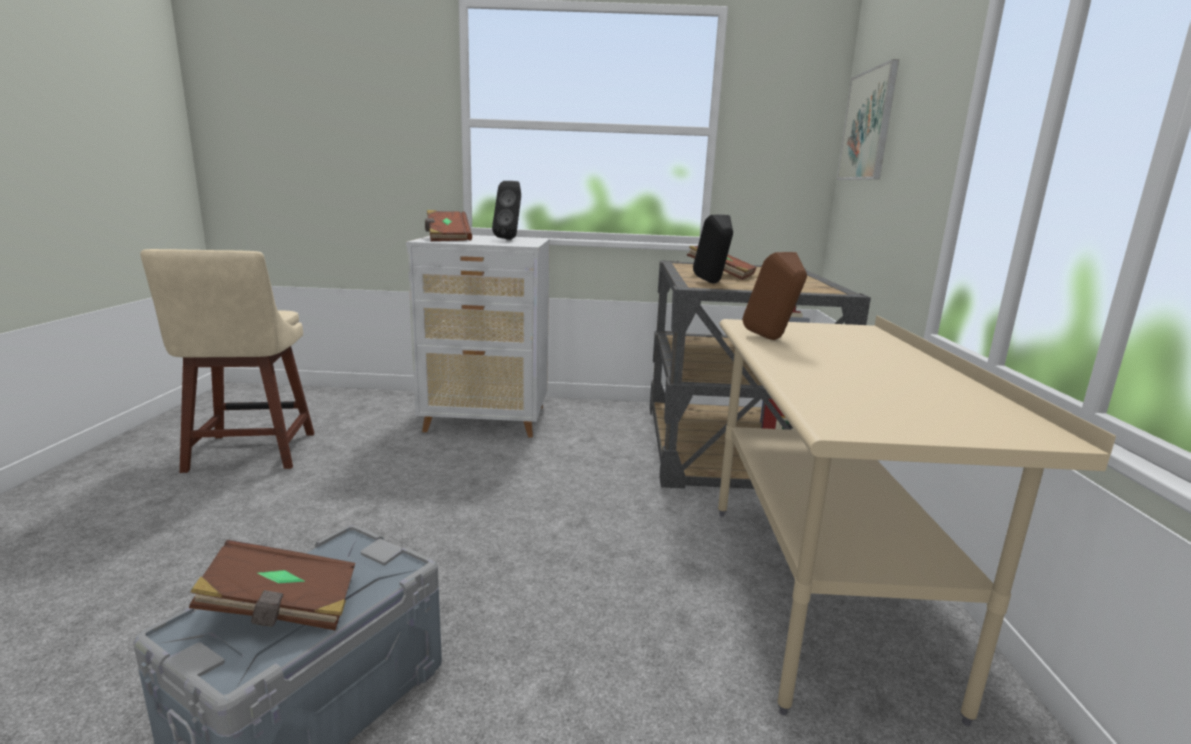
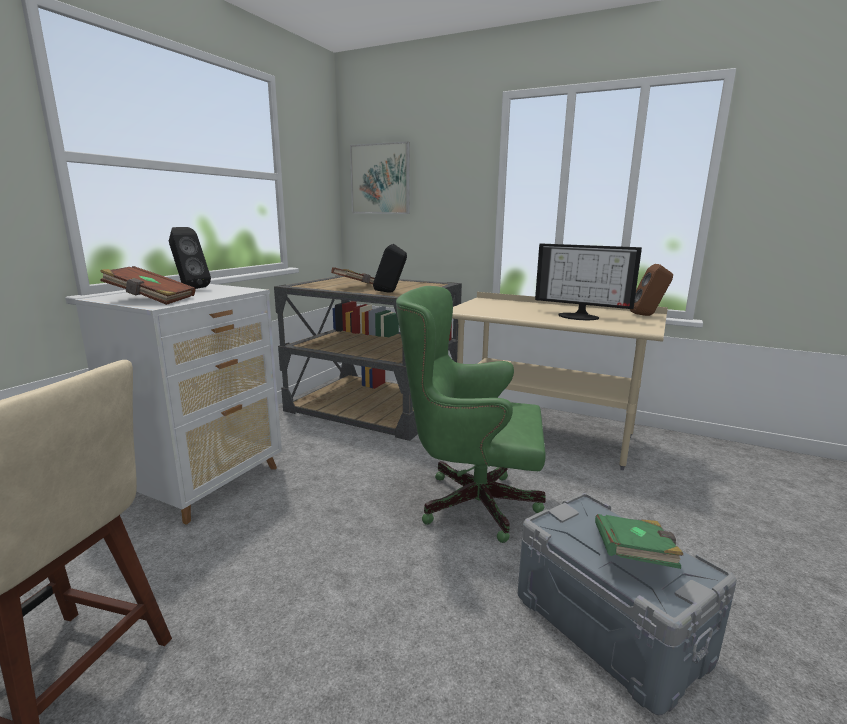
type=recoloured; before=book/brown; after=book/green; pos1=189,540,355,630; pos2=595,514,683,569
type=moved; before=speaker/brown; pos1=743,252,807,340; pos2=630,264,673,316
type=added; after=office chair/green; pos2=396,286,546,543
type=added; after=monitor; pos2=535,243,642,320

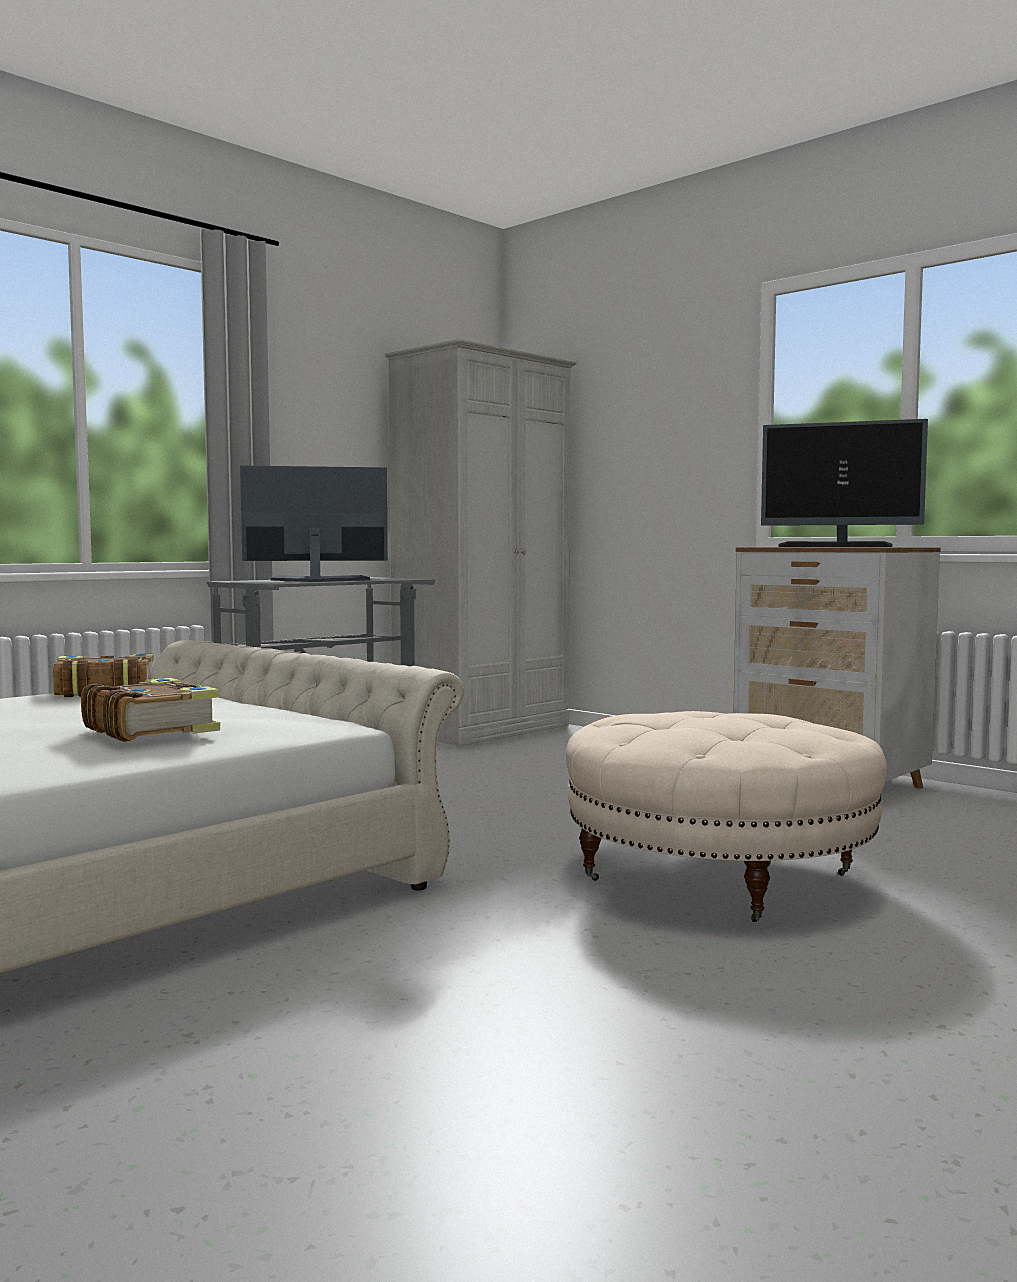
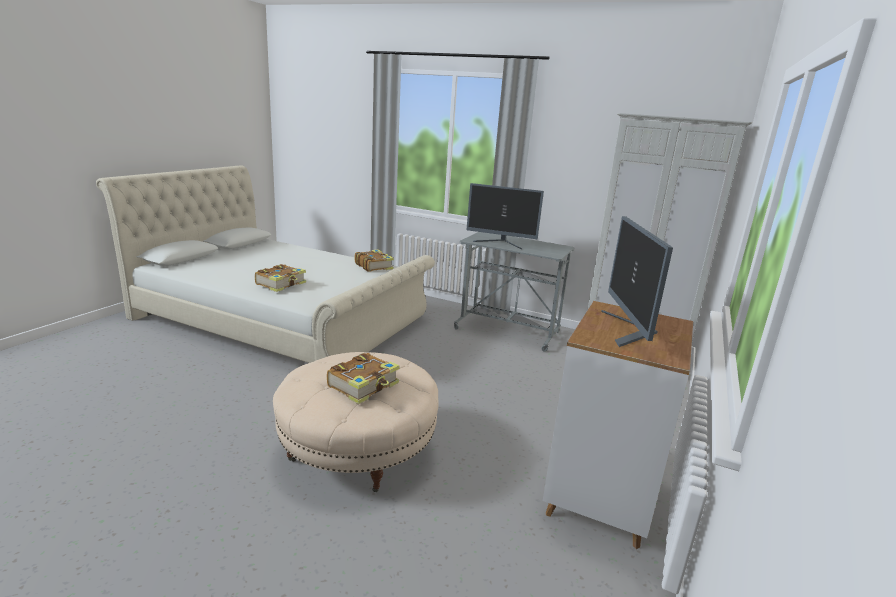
type=turned; before=monitor; pos1=240,465,388,582; pos2=467,183,544,250; turn=135
type=added; after=book; pos2=327,353,400,404

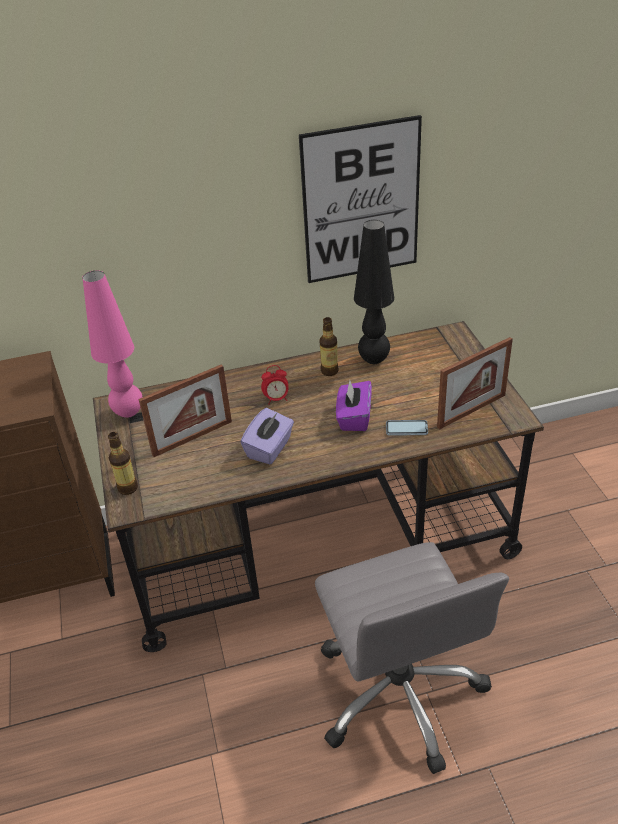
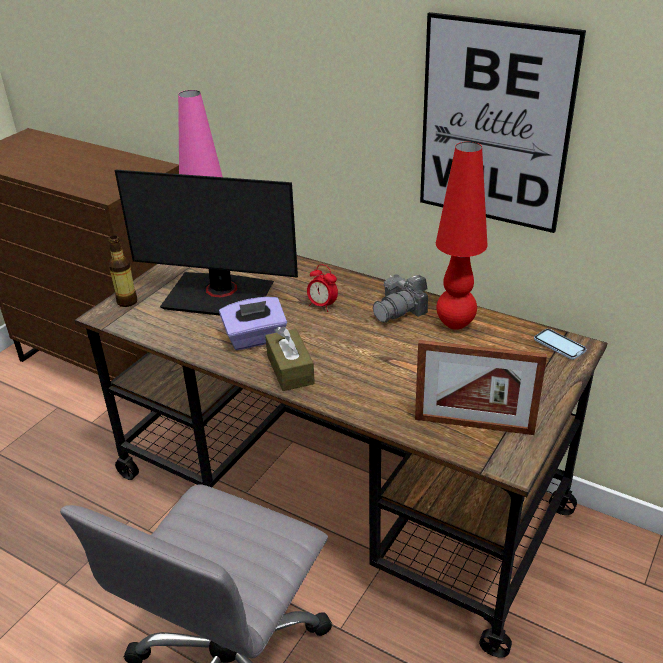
type=replaced; before=picture frame; after=monitor; pos1=138,364,232,457; pos2=115,169,298,315
type=replaced; before=bottle; after=photo camera; pos1=319,317,339,376; pos2=373,274,428,323
type=removed; before=tissue box/purple; pos1=336,379,372,431
type=recoloured; before=table lamp/black; after=table lamp/red; pos1=354,220,394,364; pos2=436,142,488,330
type=moved; before=phone; pos1=386,420,428,436; pos2=534,329,586,360
type=added; after=tissue box/brown; pos2=265,327,315,391

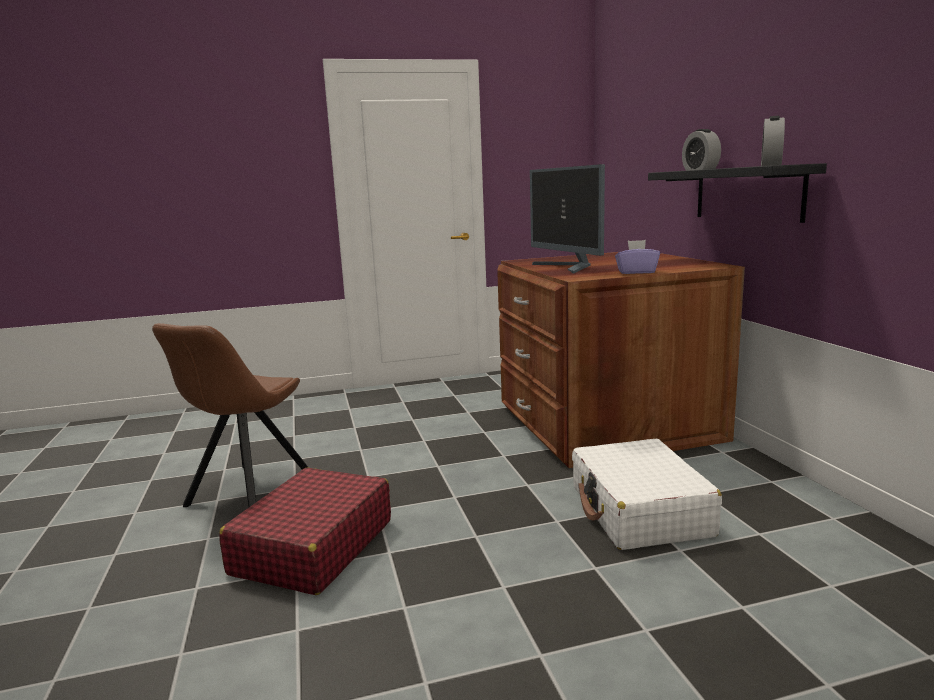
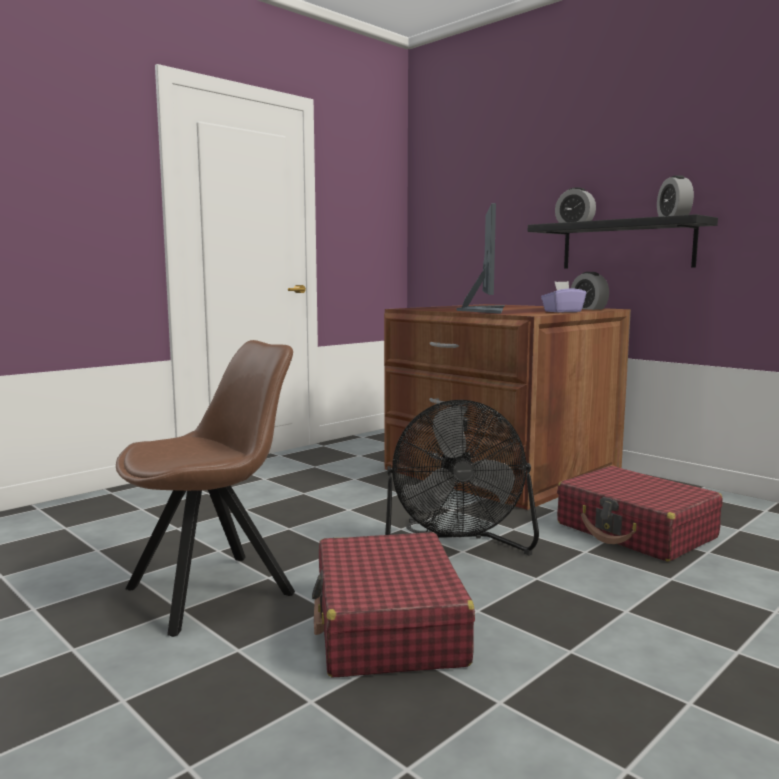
type=turned; before=chair/brown; pos1=152,323,309,507; pos2=116,340,295,637; turn=-120
type=turned; before=monitor; pos1=530,164,605,274; pos2=456,203,505,314; turn=-120
type=recoloured; before=suitcase/white; after=suitcase/red; pos1=572,439,722,550; pos2=557,466,723,562
type=added; after=fan/black; pos2=385,400,539,556
type=added; after=alarm clock; pos2=571,272,609,310

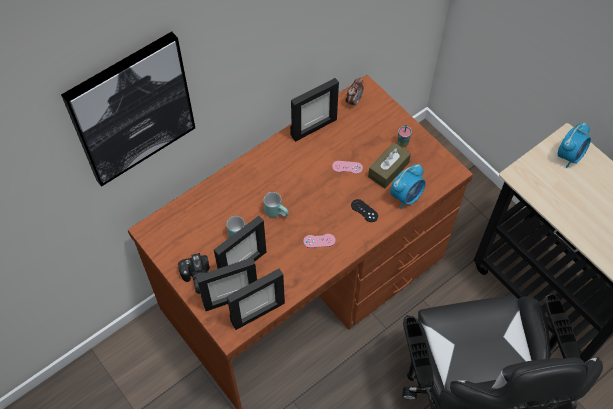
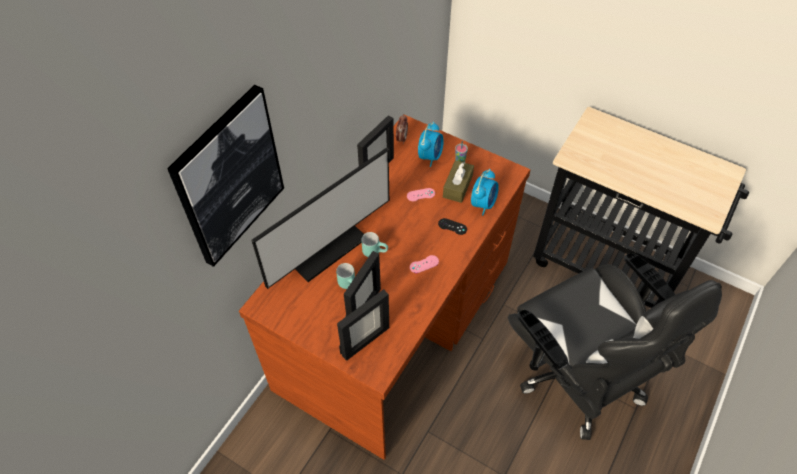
type=removed; before=photo camera; pos1=178,253,210,294
type=removed; before=picture frame; pos1=227,268,285,330
type=moved; before=alarm clock; pos1=558,122,591,168; pos2=418,122,444,167
type=added; after=monitor; pos2=251,148,389,289

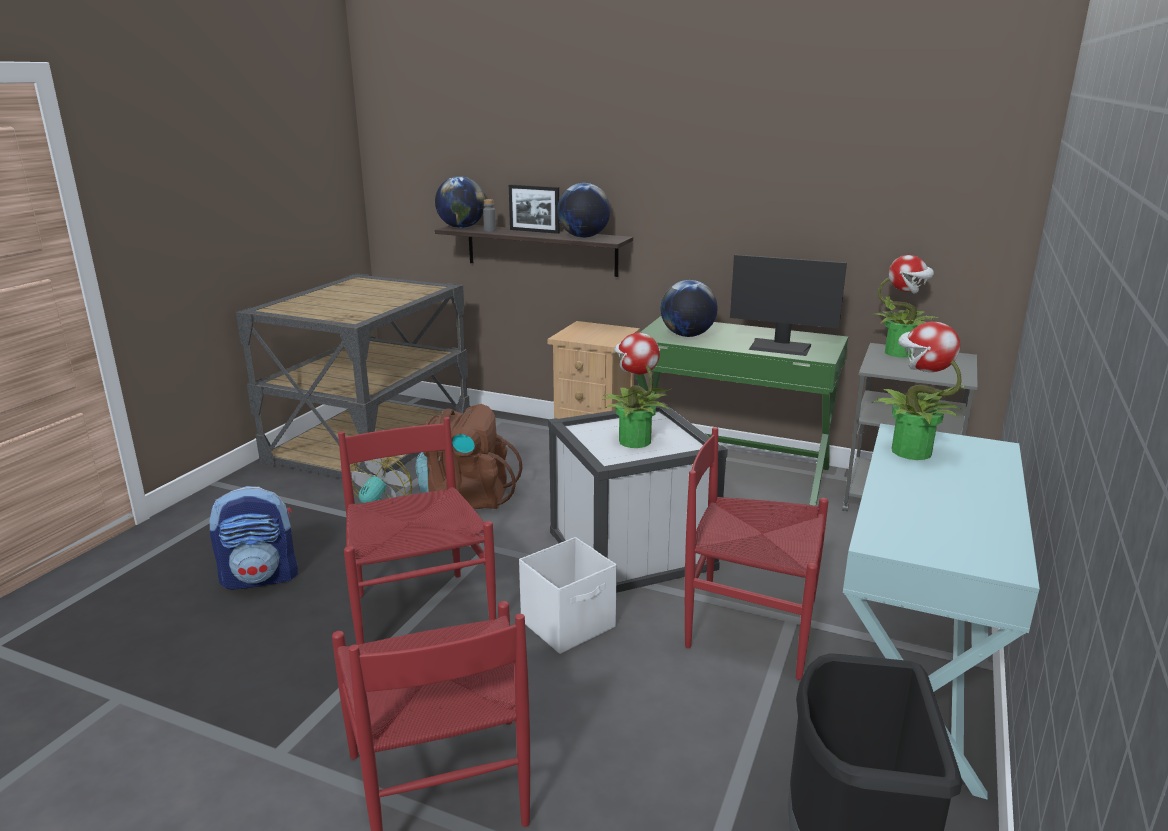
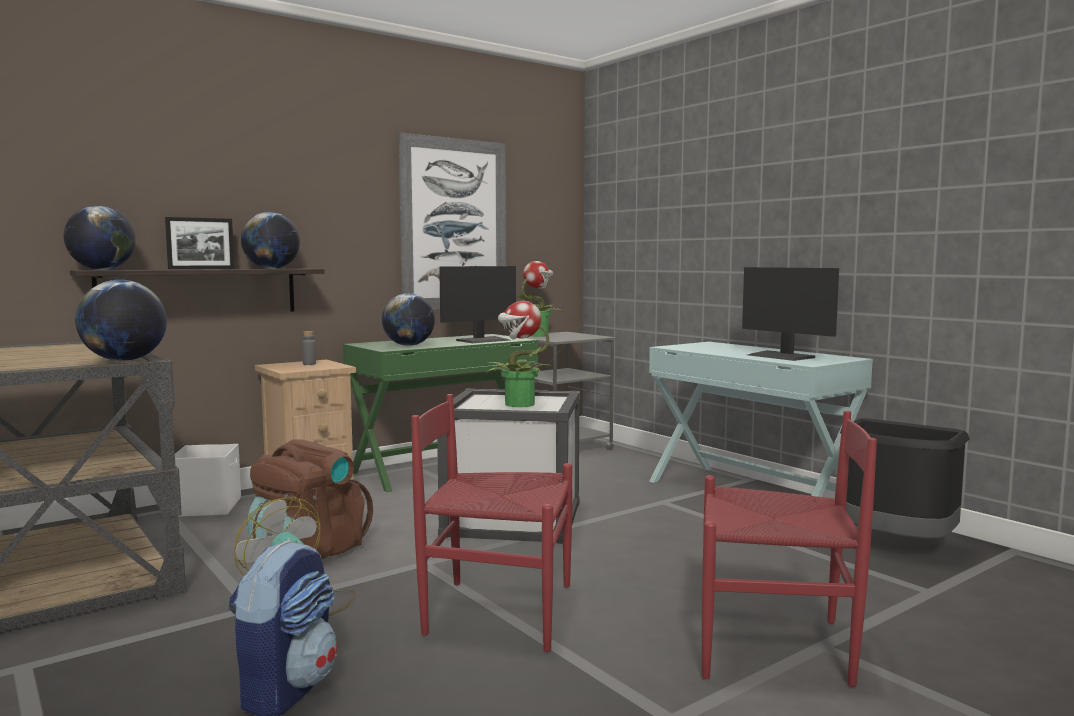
type=moved; before=bottle/grey; pos1=483,199,496,232; pos2=302,331,316,365
type=moved; before=storage box/white; pos1=519,537,617,654; pos2=175,444,241,517
type=removed; before=chair/red; pos1=685,427,829,680
type=removed; before=potted plant; pos1=871,322,964,460
type=added; after=globe; pos2=75,280,167,361
type=added; after=picture; pos2=398,133,506,310
type=added; after=monitor; pos2=742,267,839,361

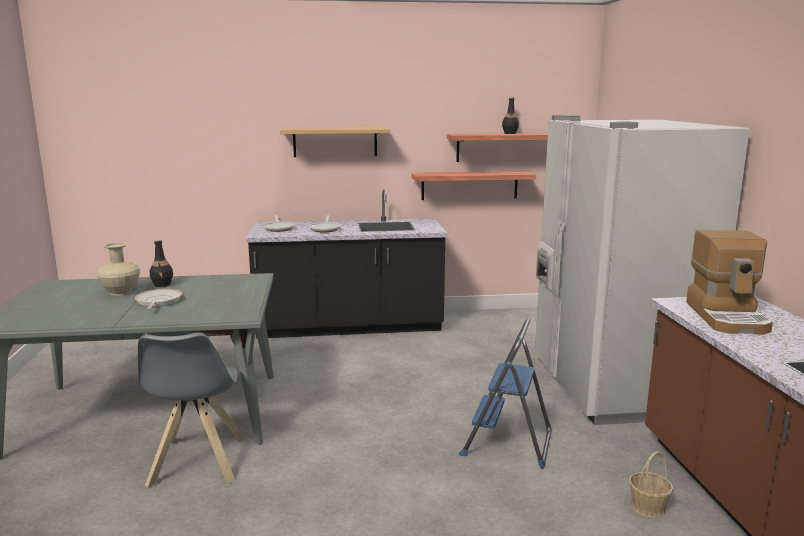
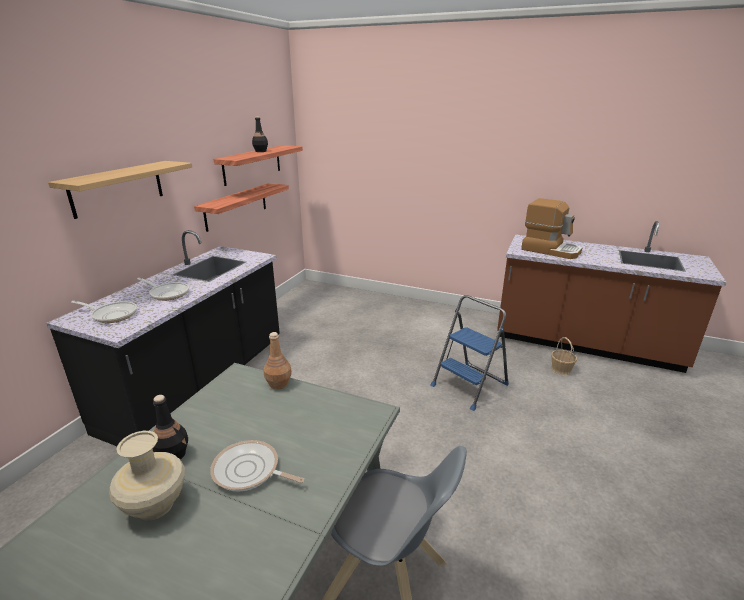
type=removed; before=fridge/white; pos1=535,115,750,425
type=added; after=bottle/brown; pos2=263,332,292,389

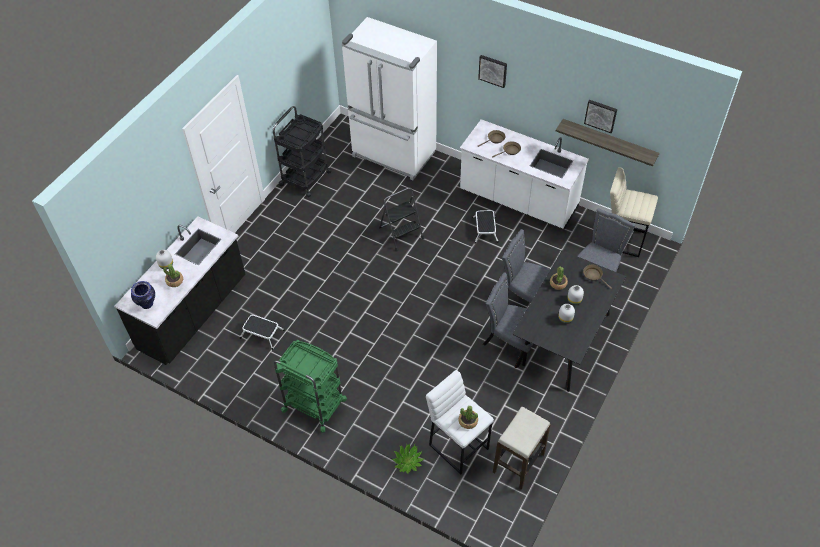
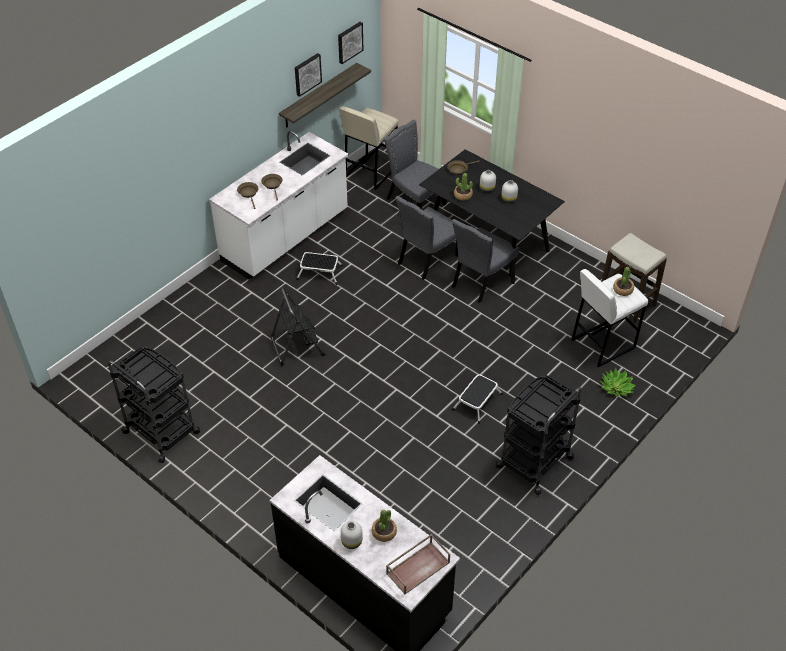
type=replaced; before=vase; after=tray/brown; pos1=131,281,155,309; pos2=386,534,450,594
type=moved; before=step ladder/black; pos1=240,315,285,350; pos2=452,374,503,424
type=recoloured; before=cart/green; after=cart/black; pos1=274,340,347,433; pos2=496,375,582,495
type=removed; before=fridge/white; pos1=342,17,437,181
type=moved; before=picture; pos1=478,55,507,88; pos2=338,22,364,64

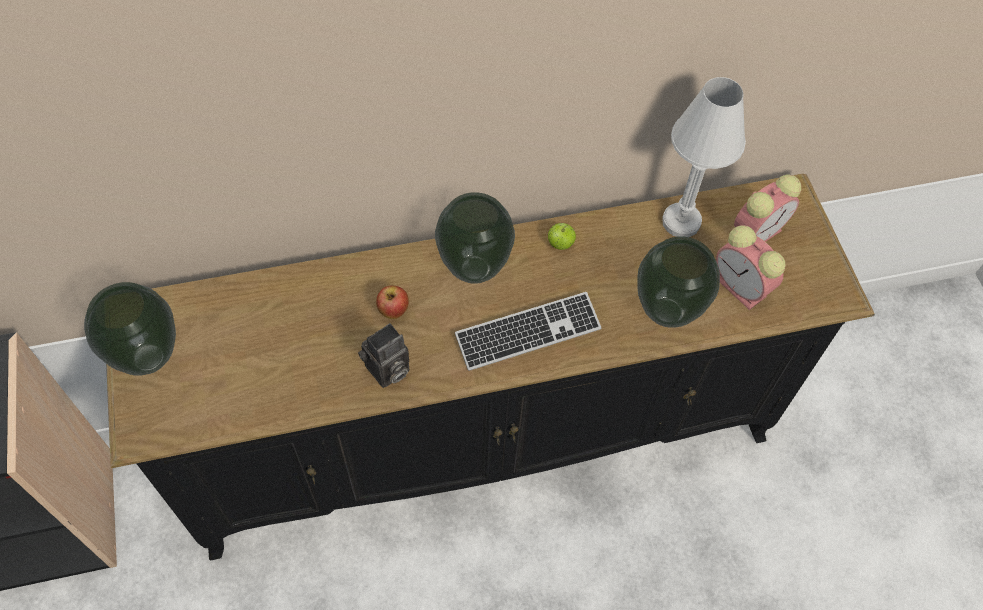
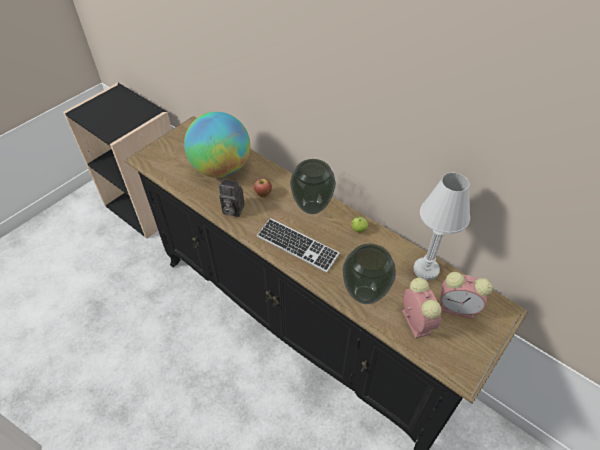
type=removed; before=vase; pos1=84,282,176,376
type=turned; before=alarm clock; pos1=716,225,786,310; pos2=402,278,441,339; turn=150
type=added; after=globe; pos2=184,112,250,178

